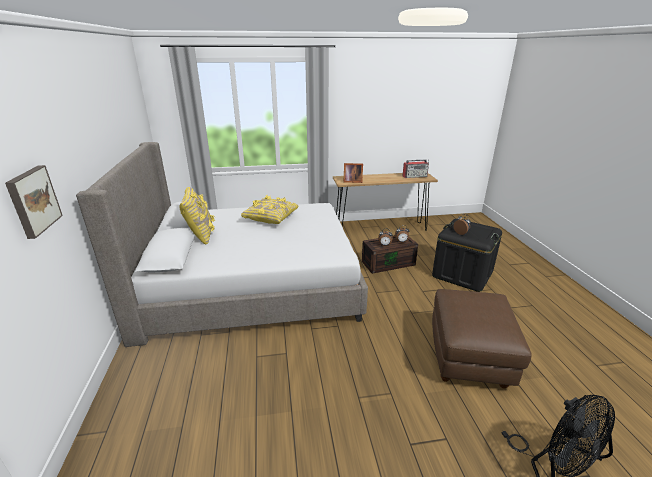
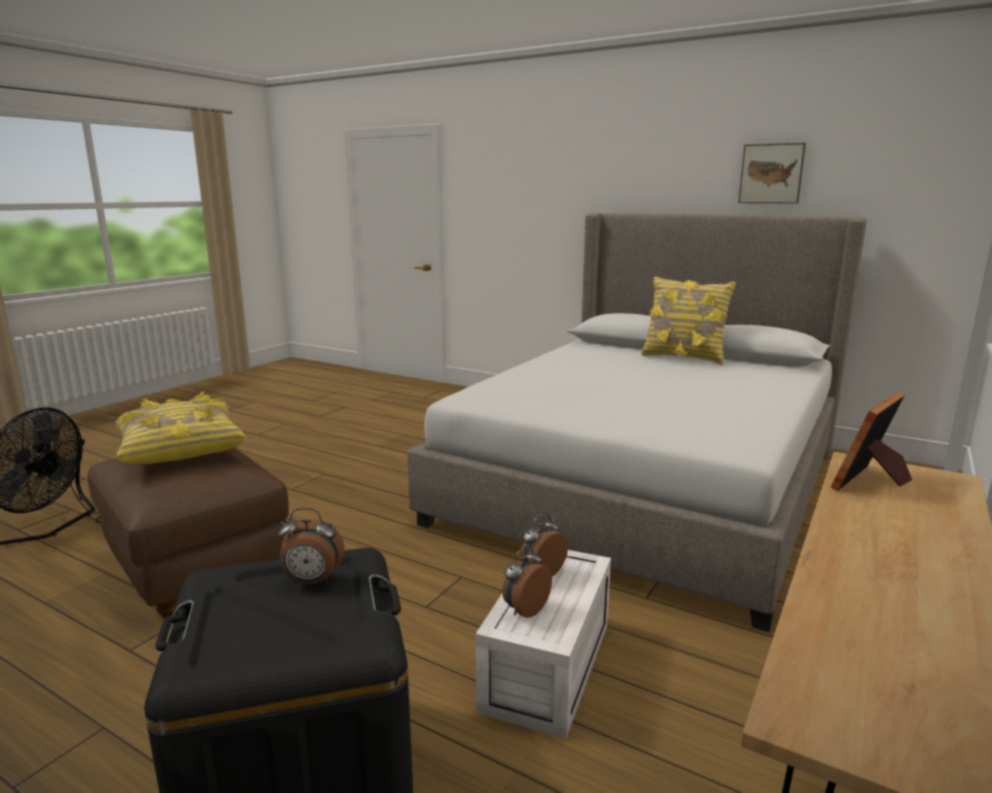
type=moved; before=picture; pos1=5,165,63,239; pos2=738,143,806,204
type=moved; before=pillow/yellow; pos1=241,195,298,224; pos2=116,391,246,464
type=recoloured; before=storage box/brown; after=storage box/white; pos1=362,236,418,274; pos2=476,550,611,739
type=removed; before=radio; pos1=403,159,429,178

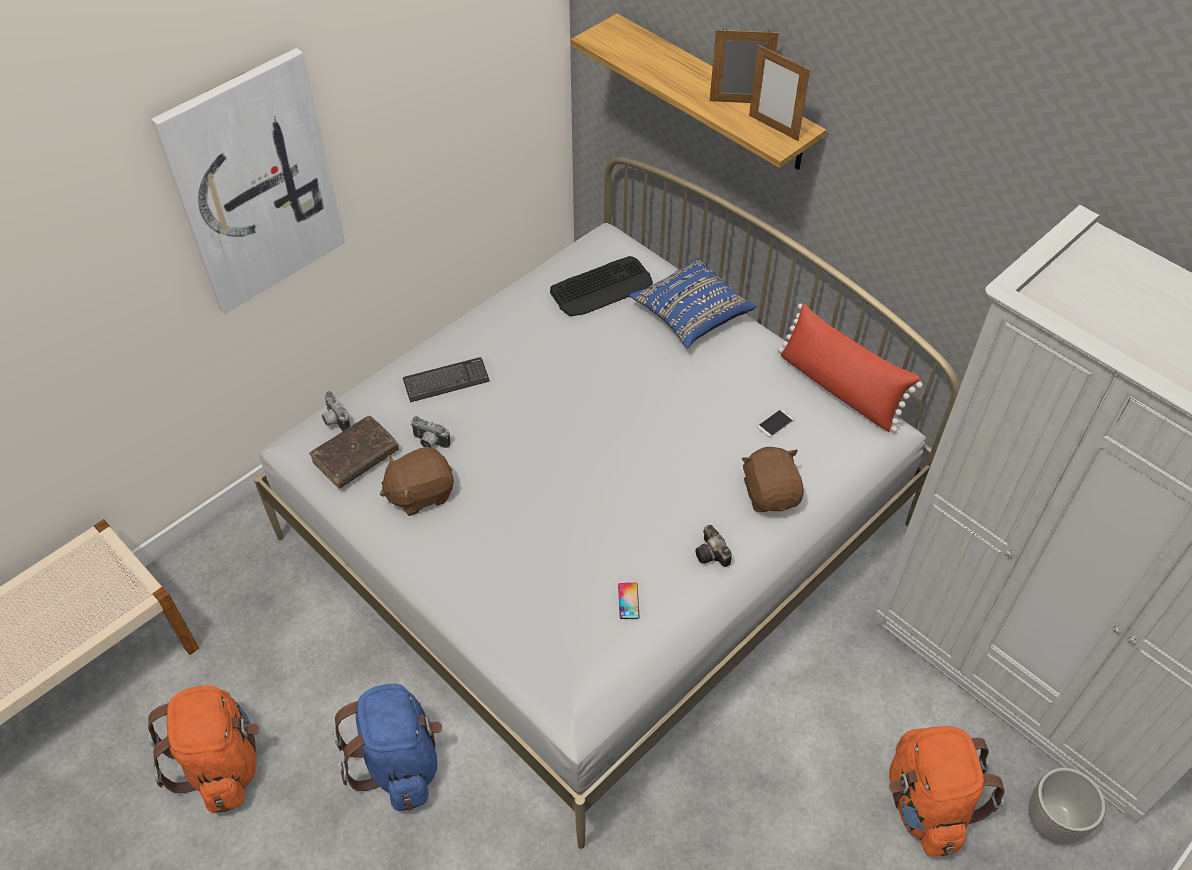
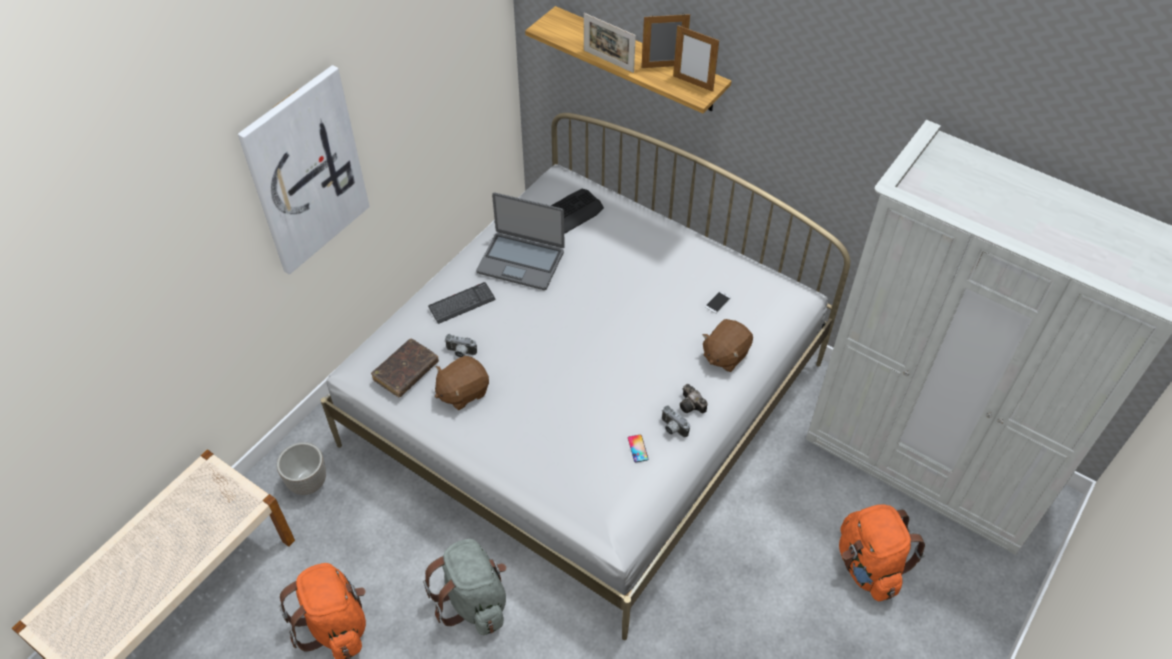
type=moved; before=photo camera; pos1=322,391,350,431; pos2=662,405,690,437
type=recoloured; before=backpack/blue; after=backpack/grey; pos1=333,684,442,811; pos2=423,539,506,635
type=removed; before=pillow/blue; pos1=629,258,756,348
type=turned; before=plush toy/brown; pos1=742,447,804,512; pos2=703,319,753,372; turn=-120
type=removed; before=pillow/red; pos1=778,303,923,432
type=moved; before=planter; pos1=1028,767,1106,844; pos2=277,442,326,495
type=added; after=laptop; pos2=476,193,565,290
type=added; after=picture frame; pos2=584,13,636,73

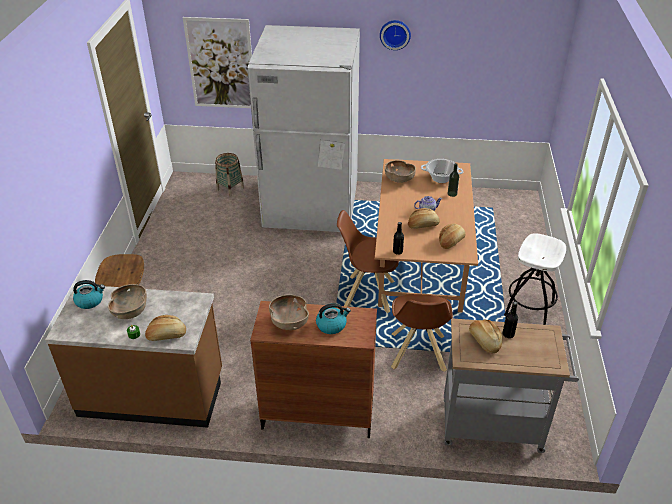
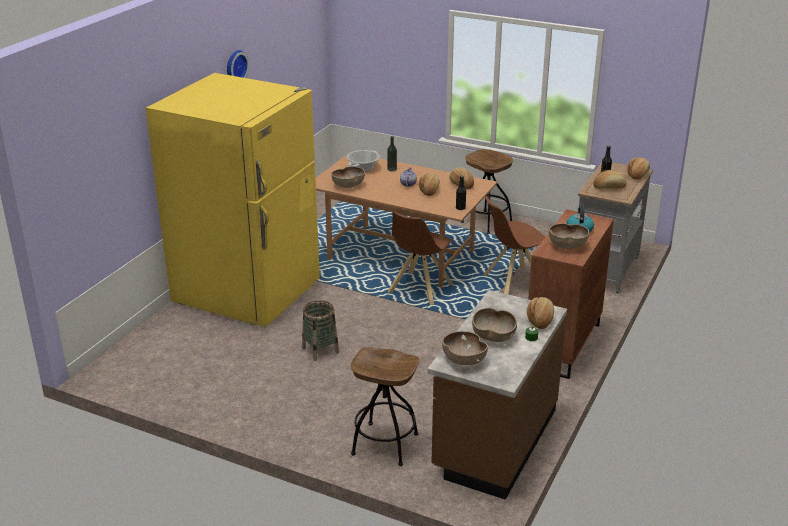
type=replaced; before=kettle; after=bowl/brown; pos1=73,280,105,309; pos2=442,331,488,365
type=removed; before=picture; pos1=183,17,252,108
type=moved; before=basket; pos1=215,153,244,197; pos2=302,300,339,361
type=recoloured; before=fridge/white; after=fridge/yellow; pos1=247,25,360,232; pos2=146,73,320,327
type=turned; before=chair/brown; pos1=391,294,453,372; pos2=483,196,545,295; turn=135
type=recoloured; before=stool/white; after=stool/brown; pos1=504,233,566,325; pos2=461,149,514,234
type=added; after=bread; pos2=627,157,650,180

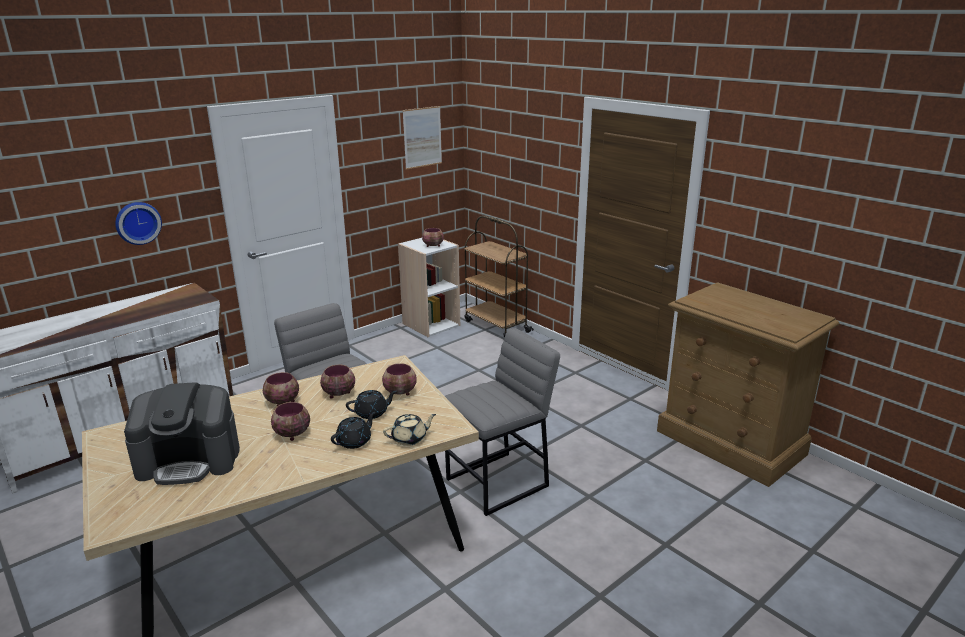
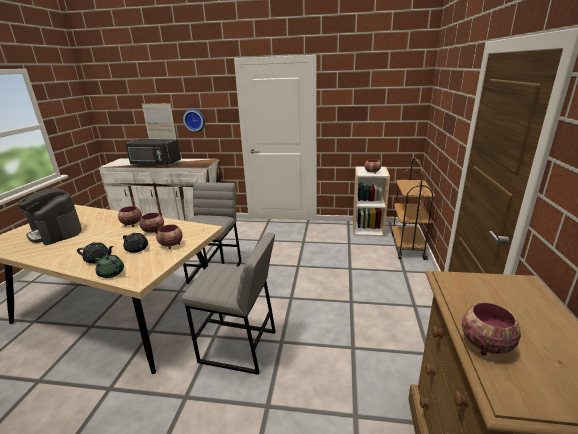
type=moved; before=bowl; pos1=271,402,310,441; pos2=461,302,521,356
type=recoloured; before=teapot/beige; after=teapot/green; pos1=383,414,436,446; pos2=95,255,124,278
type=moved; before=picture; pos1=402,106,442,169; pos2=142,103,176,139
type=added; after=microwave/black; pos2=126,139,181,166

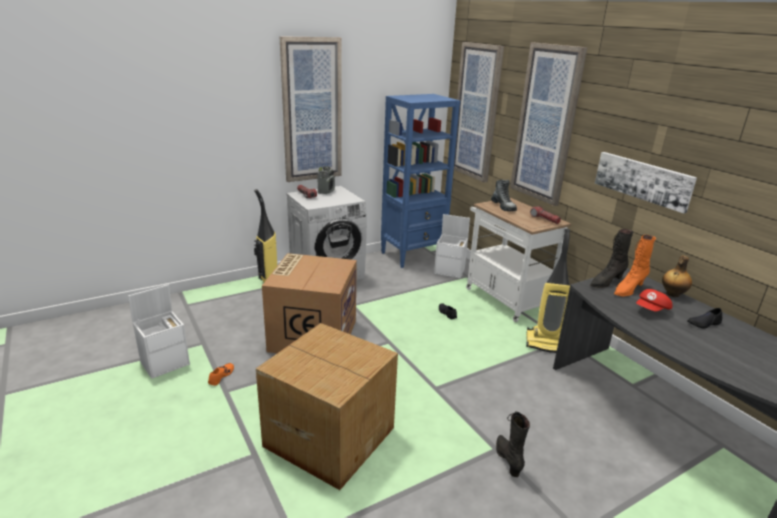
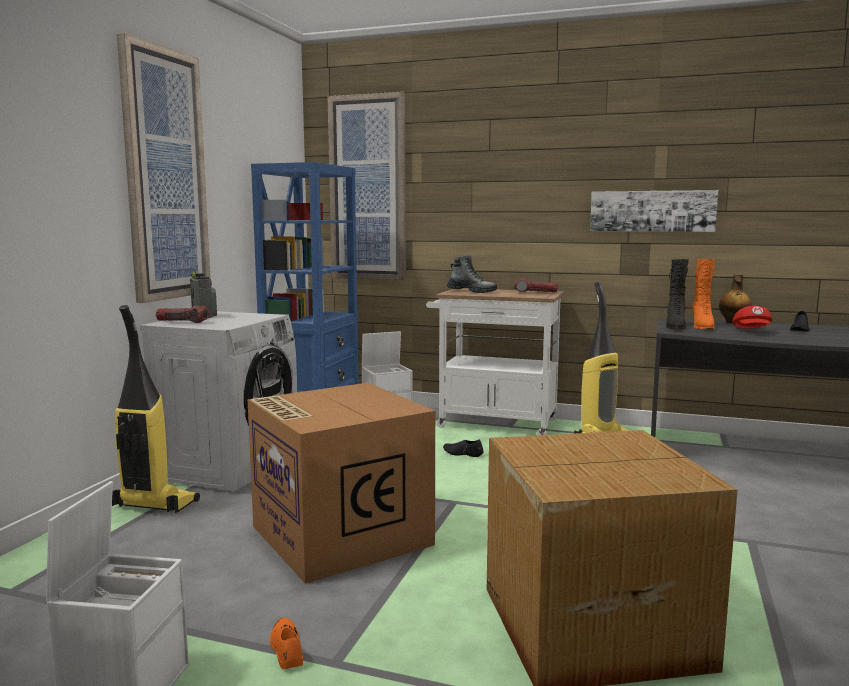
type=removed; before=boot/black; pos1=496,411,530,477
type=removed; before=picture; pos1=510,42,588,206

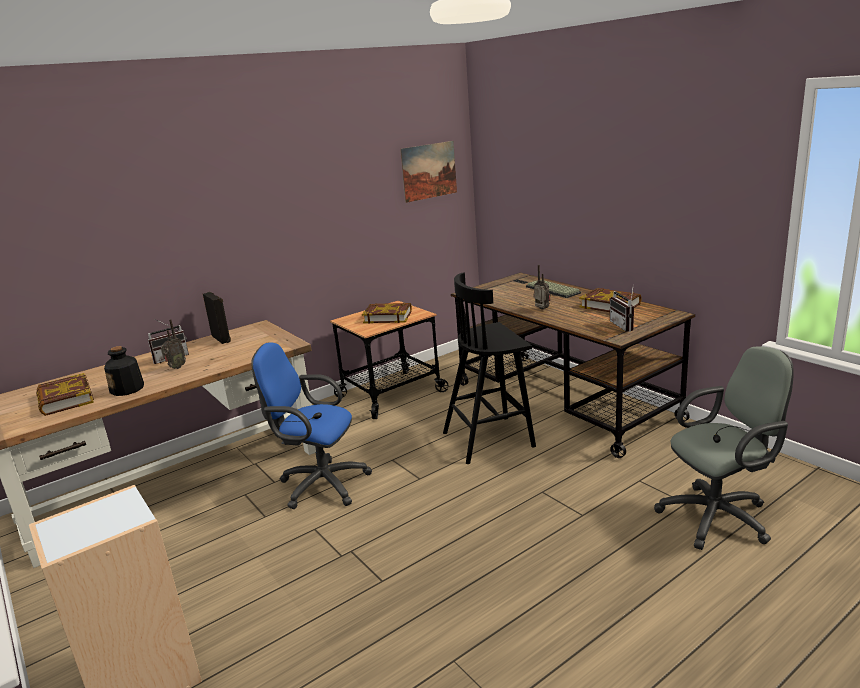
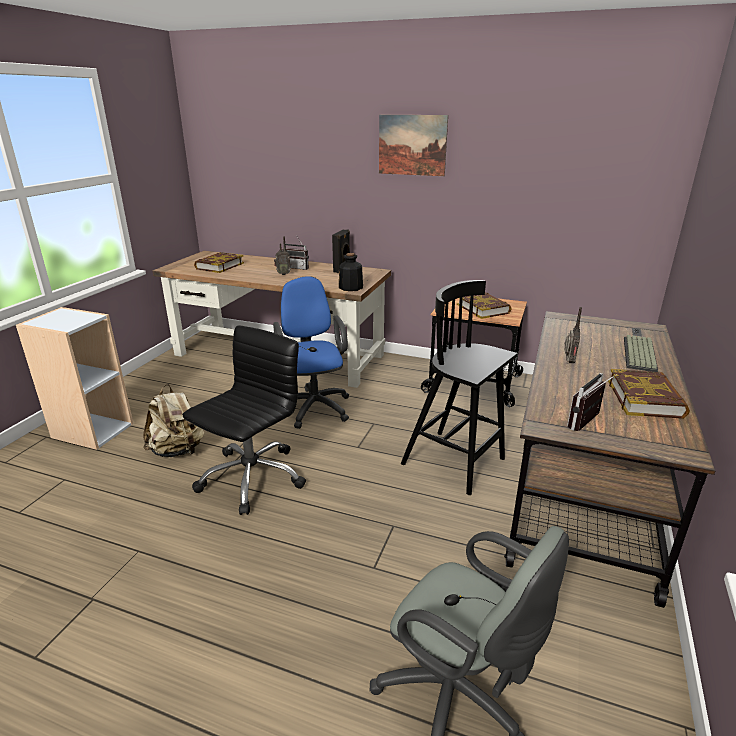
type=moved; before=bottle; pos1=104,346,144,396; pos2=339,253,363,291
type=moved; before=picture; pos1=400,141,457,203; pos2=379,115,448,176
type=added; after=backpack/beige; pos2=143,384,204,457
type=added; after=office chair/black; pos2=182,326,306,515

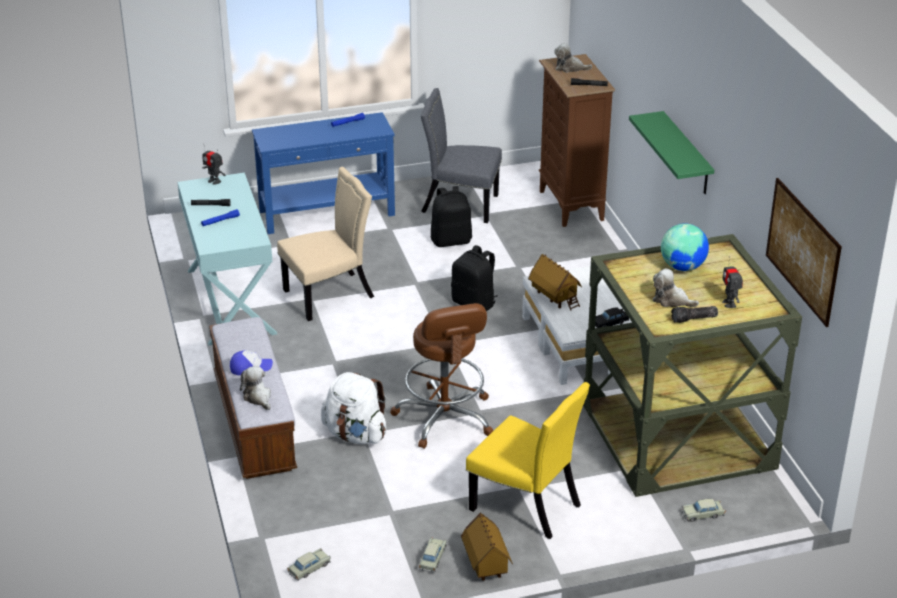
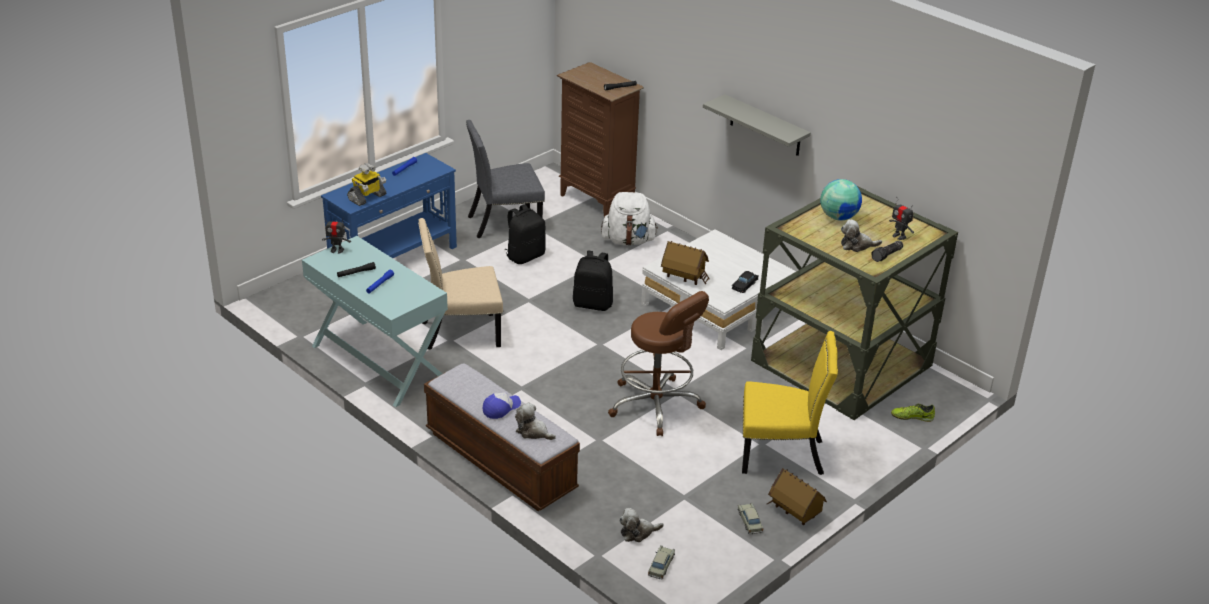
type=turned; before=chair/beige; pos1=277,167,374,321; pos2=418,218,503,350; turn=-135
type=moved; before=backpack/white; pos1=321,372,386,444; pos2=601,192,658,245
type=moved; before=plush toy; pos1=554,43,592,73; pos2=619,508,664,542
type=recoloured; before=shelf/green; after=shelf/grey; pos1=629,111,714,194; pos2=703,94,811,156
type=replaced; before=toy car/beige; after=shoe; pos1=682,499,726,522; pos2=891,404,935,422
type=removed; before=picture; pos1=766,178,842,327
type=added; after=toy robot; pos2=347,163,386,206

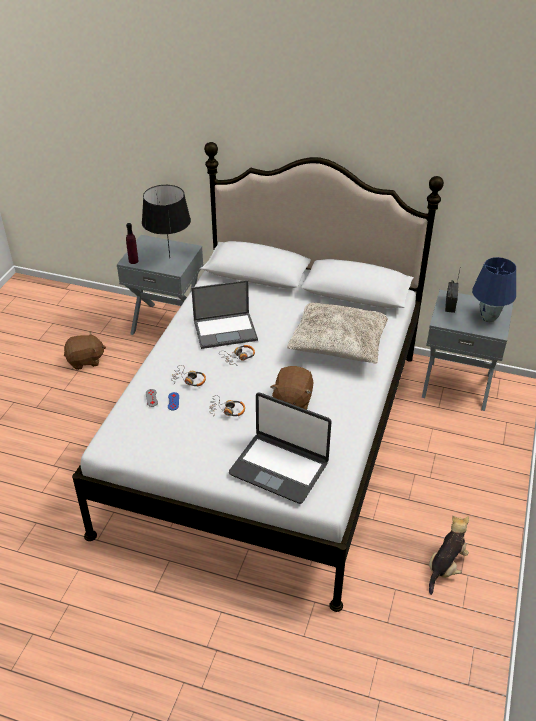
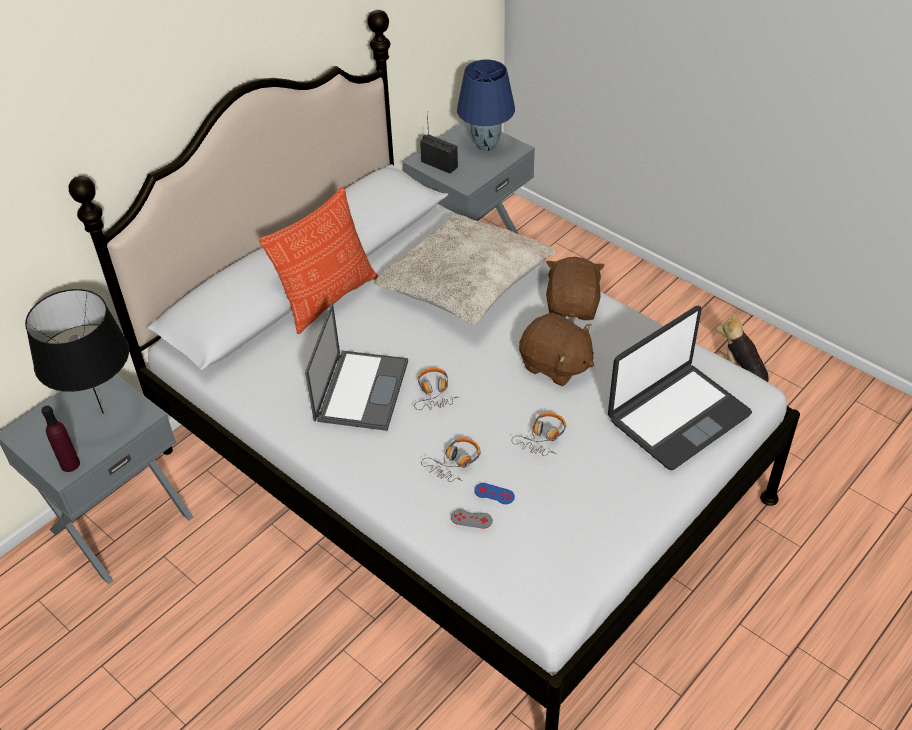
type=moved; before=plush toy/brown; pos1=64,332,106,370; pos2=546,257,605,320
type=added; after=pillow/orange; pos2=259,187,378,334

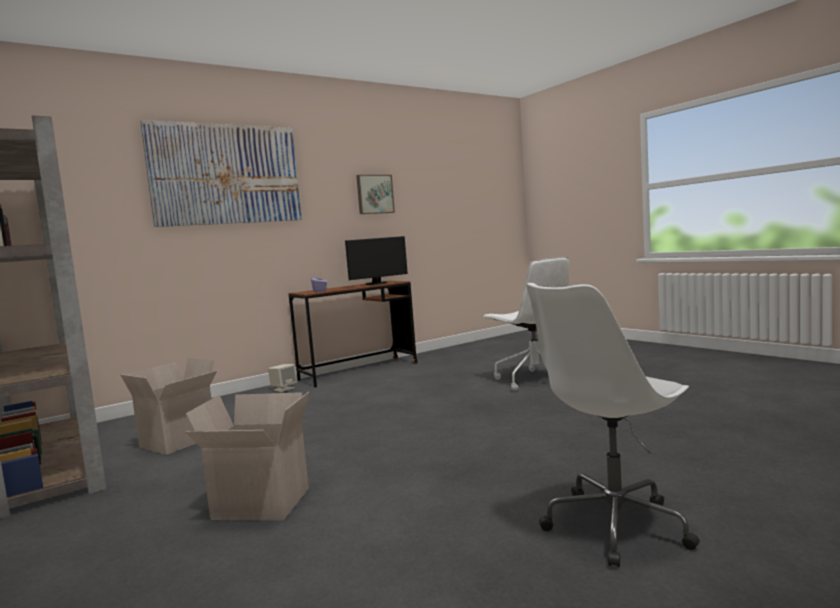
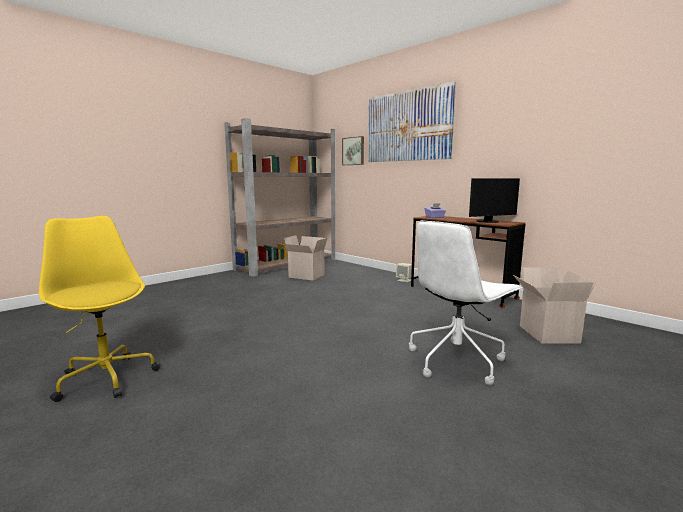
type=moved; before=cardboard box; pos1=186,392,309,520; pos2=513,267,596,344
type=turned; before=monitor; pos1=345,236,408,285; pos2=469,178,520,223; turn=-75
type=moved; before=picture; pos1=356,175,395,214; pos2=342,136,364,165
type=recoloured; before=office chair/white; after=office chair/yellow; pos1=526,283,700,567; pos2=39,216,161,402

